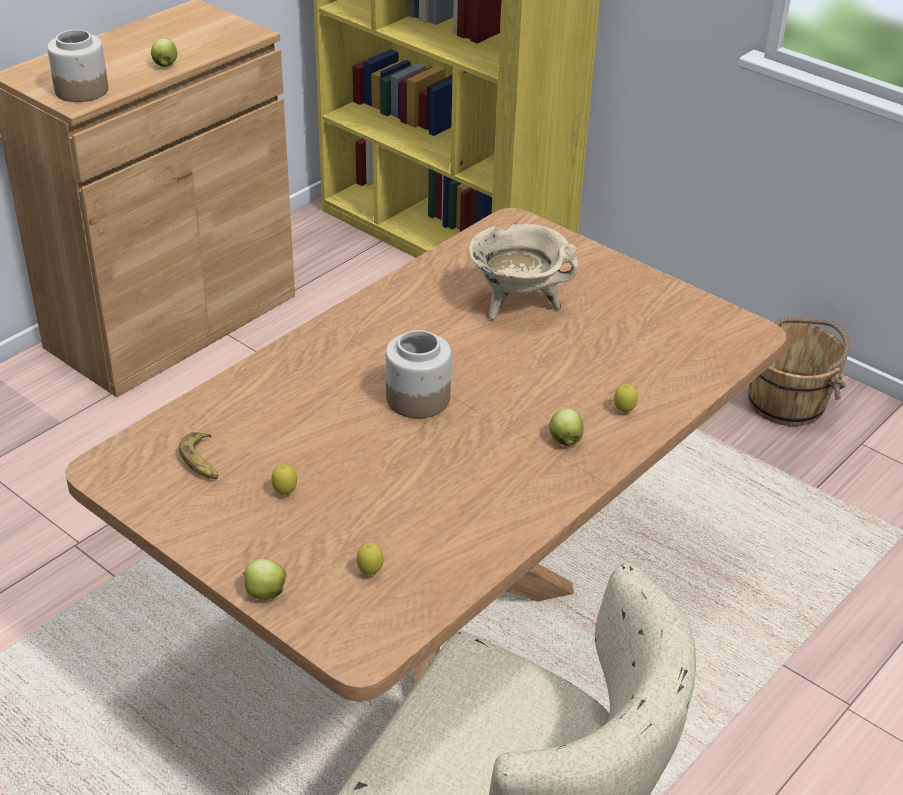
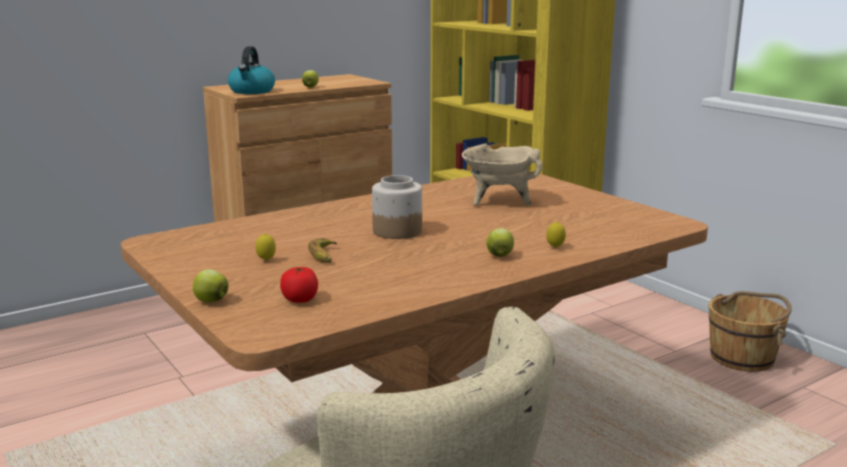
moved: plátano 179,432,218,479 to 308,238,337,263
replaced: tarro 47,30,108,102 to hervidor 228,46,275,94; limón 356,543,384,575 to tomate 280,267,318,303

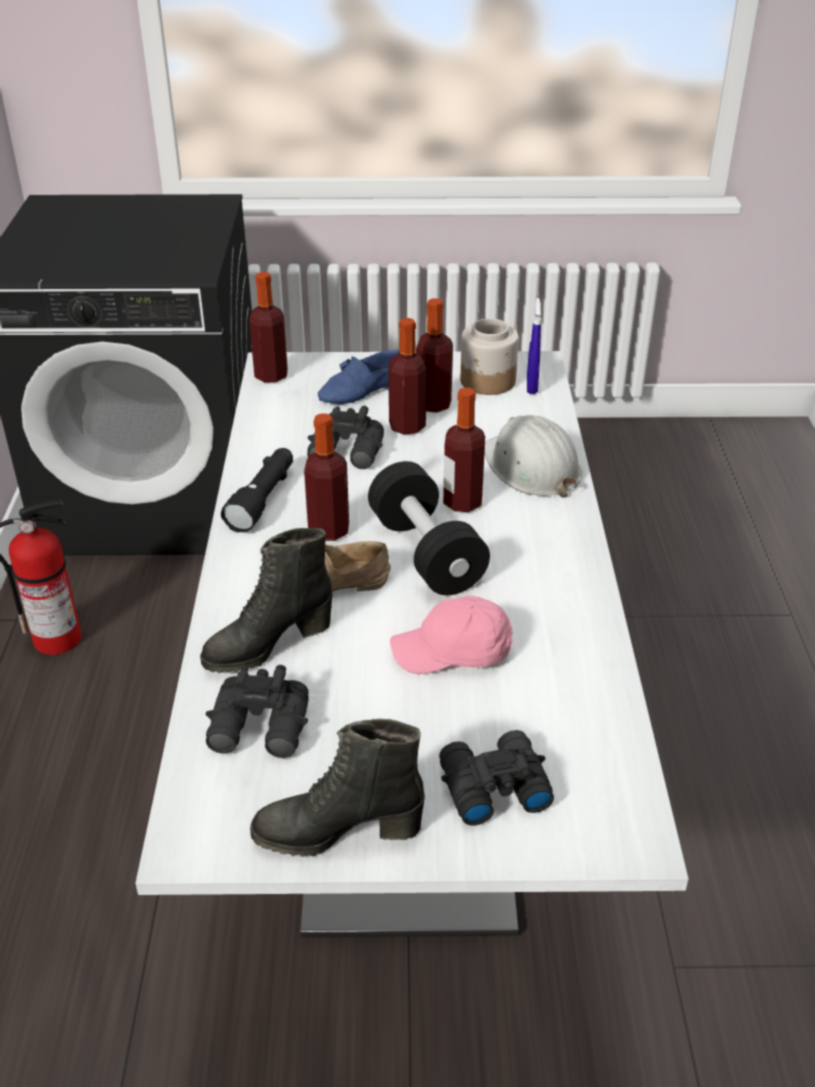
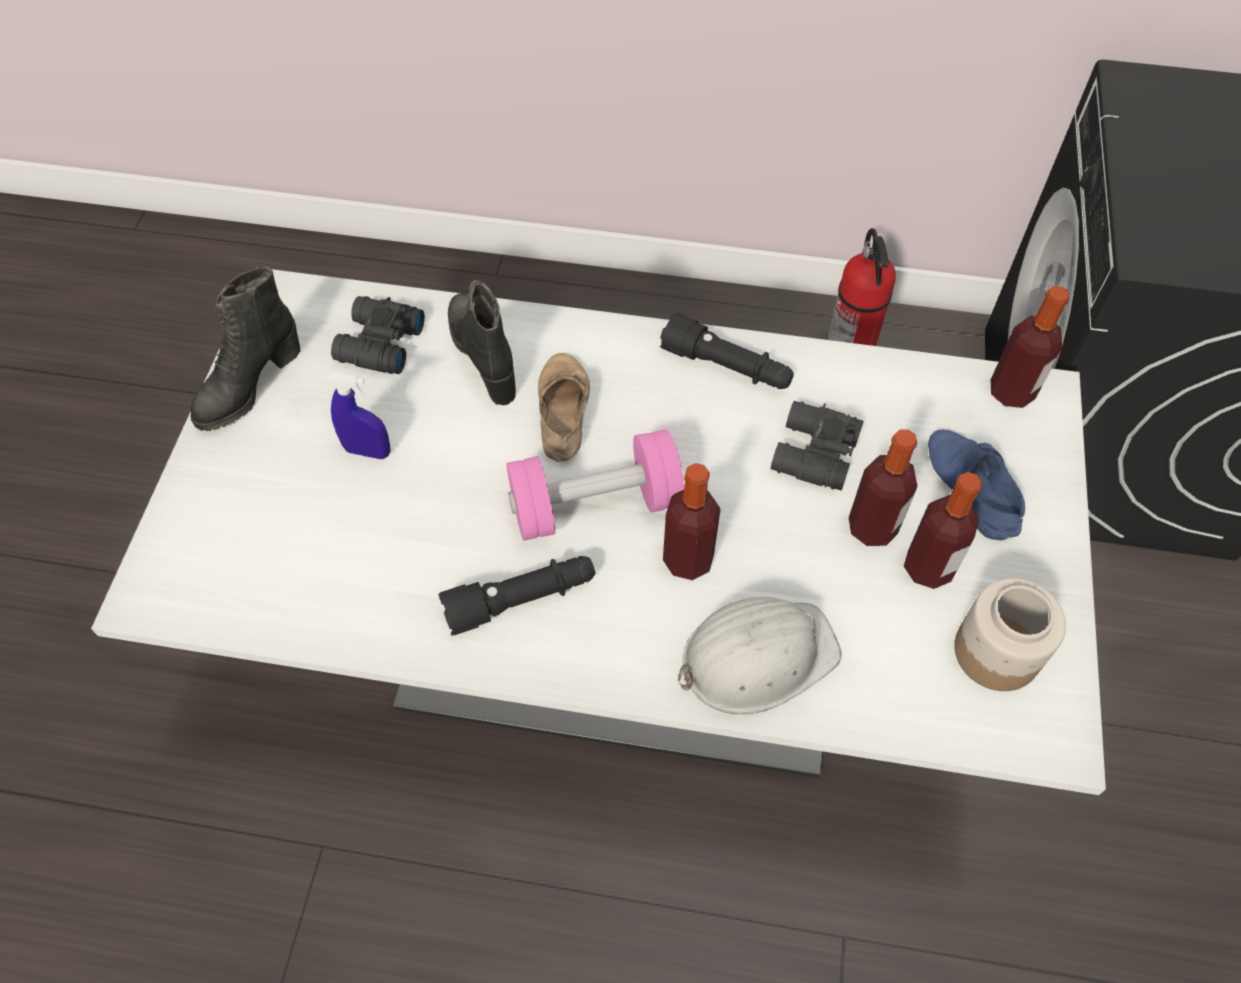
removed: botella 304,413,349,541; gorra [rosa] 390,596,513,674; prismáticos [negro] 439,730,554,826
added: linterna [negro] 438,556,595,636
moved: pulverizador [azul] 527,298,541,394 to 326,372,391,459
recoloured: mancuerna [negro] 368,461,490,595 to mancuerna [rosa] 506,429,684,541
turned: bota [negro] 250,719,425,857 = 191,266,301,431 150 degrees counterclockwise

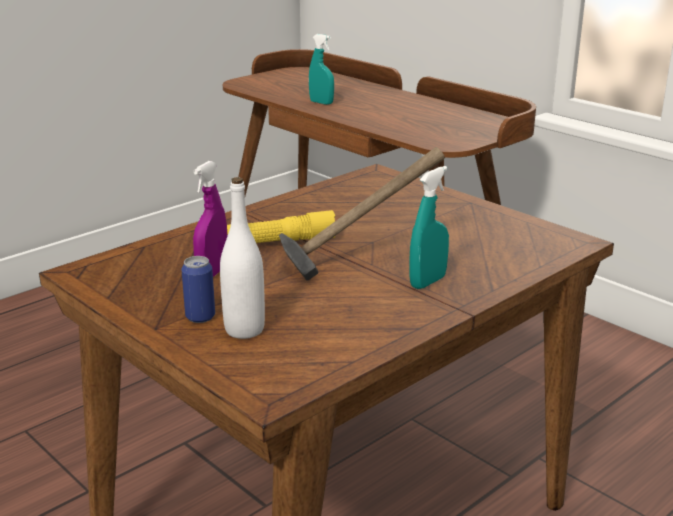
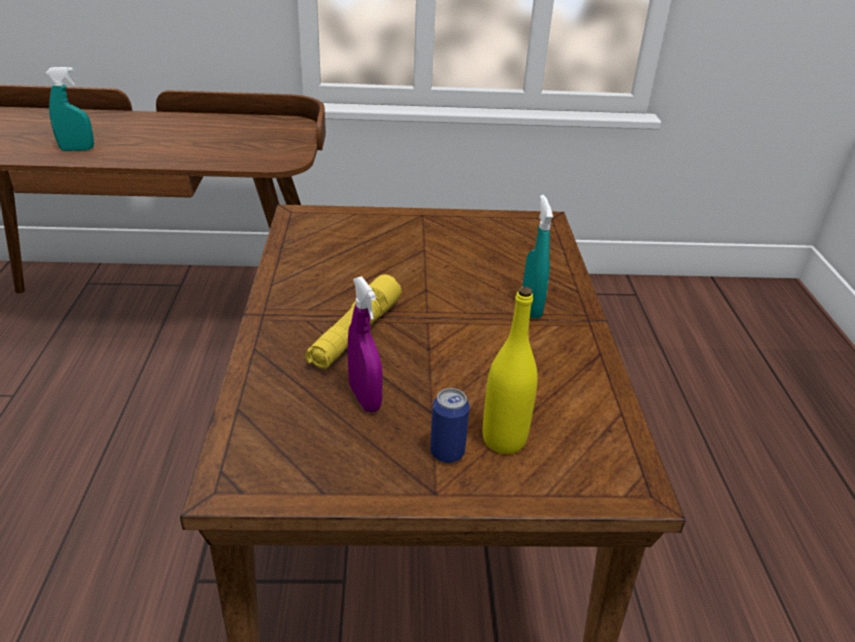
removed: martillo 279,147,445,281
recoloured: botella [blanco] 220,177,265,339 to botella [amarillo] 483,287,538,454

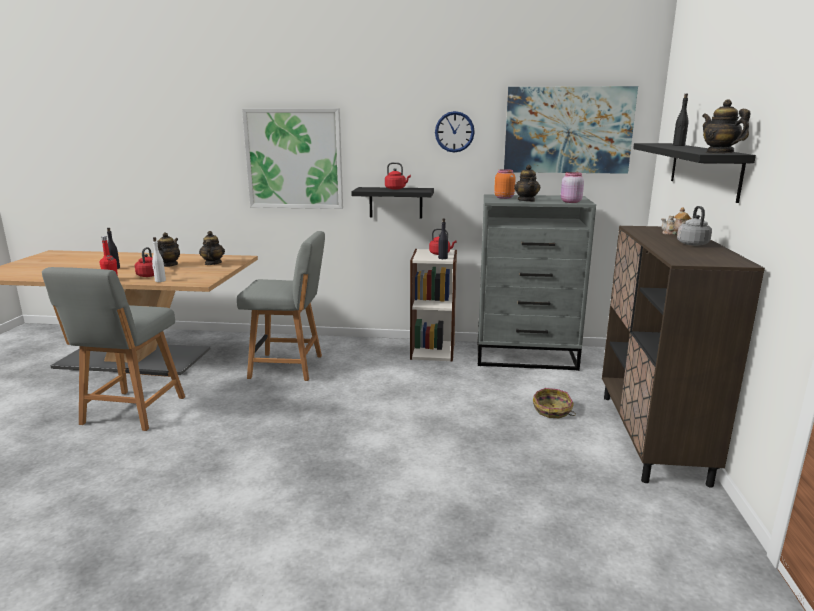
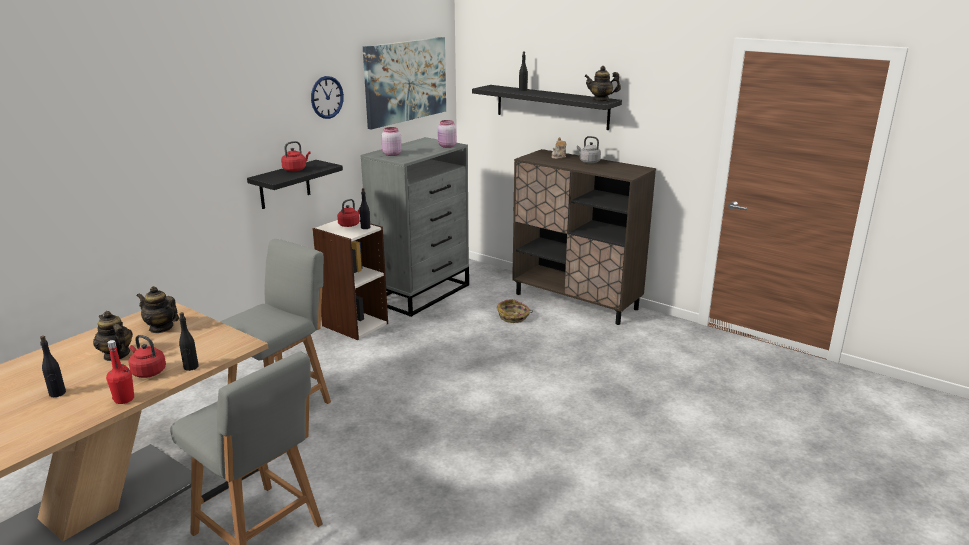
removed: cuadro 242,108,343,209; tetera 514,165,540,202
recoloured: botella [blanco] 152,237,166,282 to botella [negro] 179,312,199,371; tarro [naranja] 494,169,516,199 to tarro [rosa] 381,127,402,156

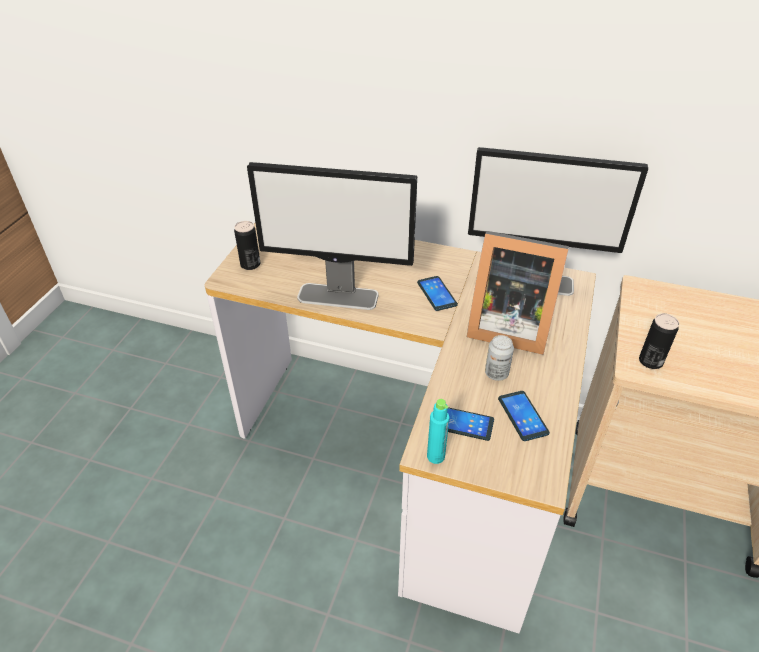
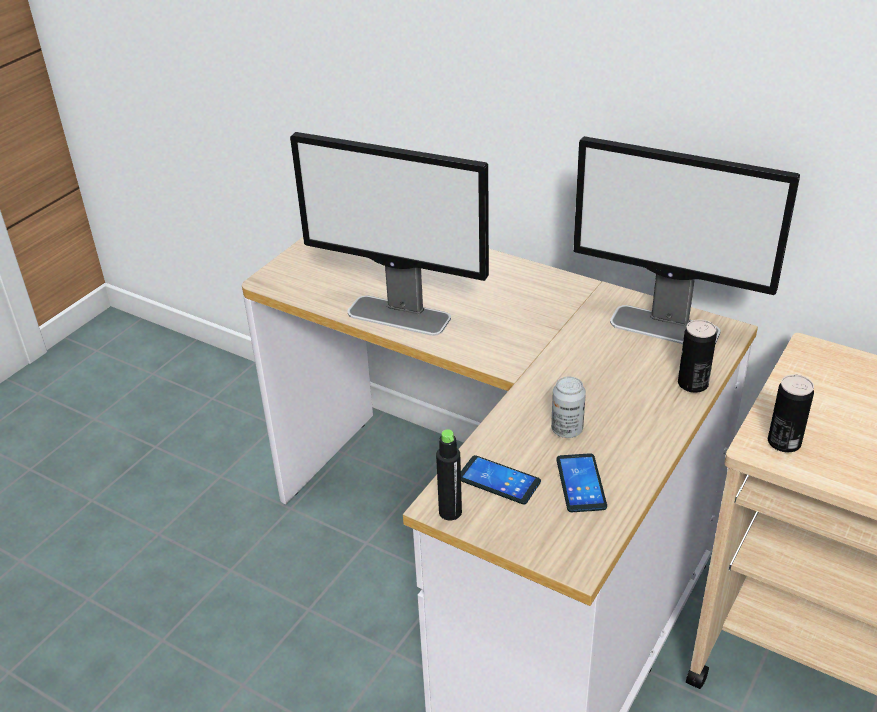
removed: móvil 417,276,458,311; portarretratos 467,231,569,355
moved: lata 234,221,260,270 to 678,319,717,393
recoloured: botella [turquesa] 427,399,449,464 to botella [negro] 436,429,462,520

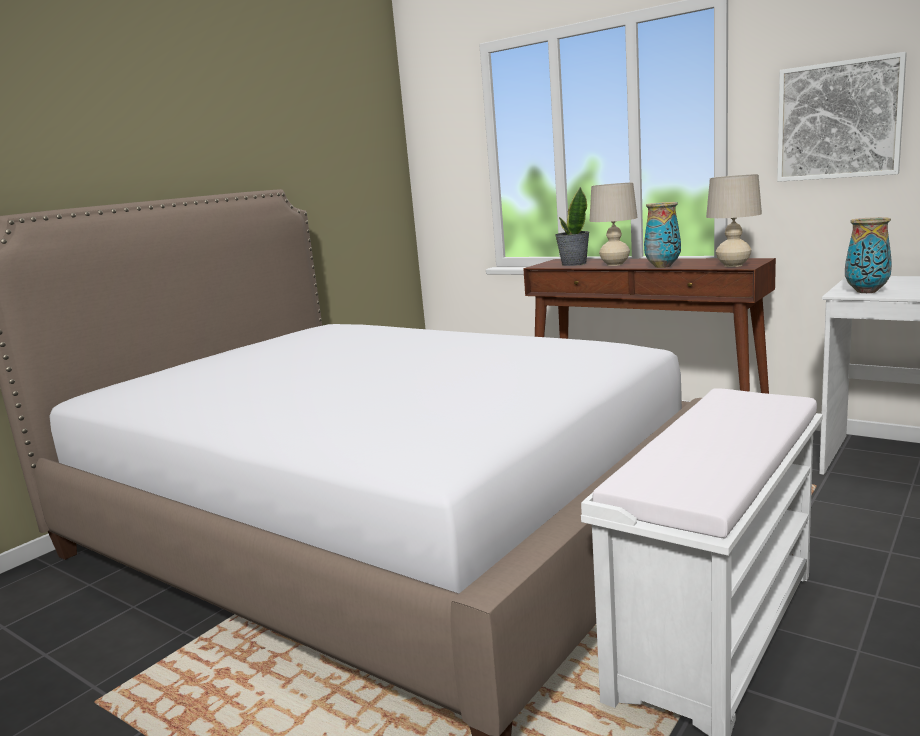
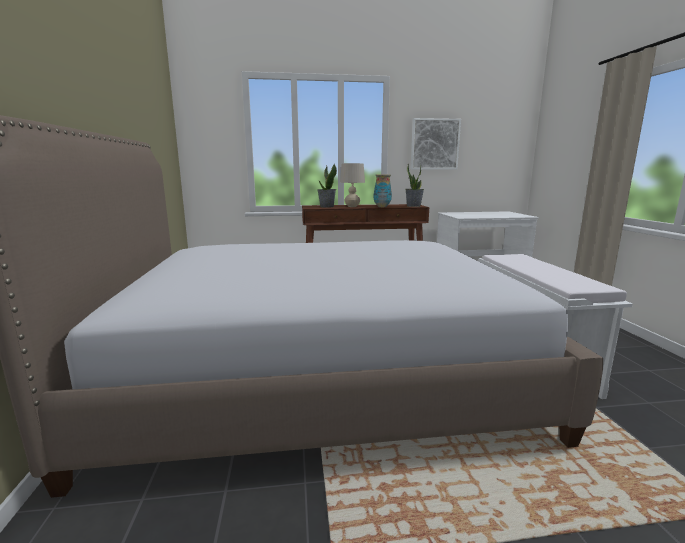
removed: florero 845,217,892,293
replaced: lámpara de mesa [beis] 706,174,762,267 to planta en maceta 406,164,424,207

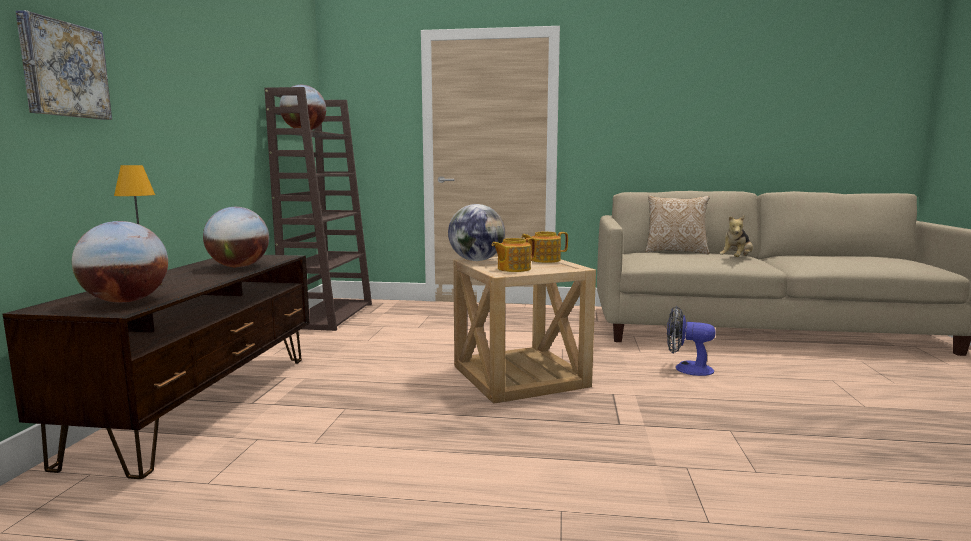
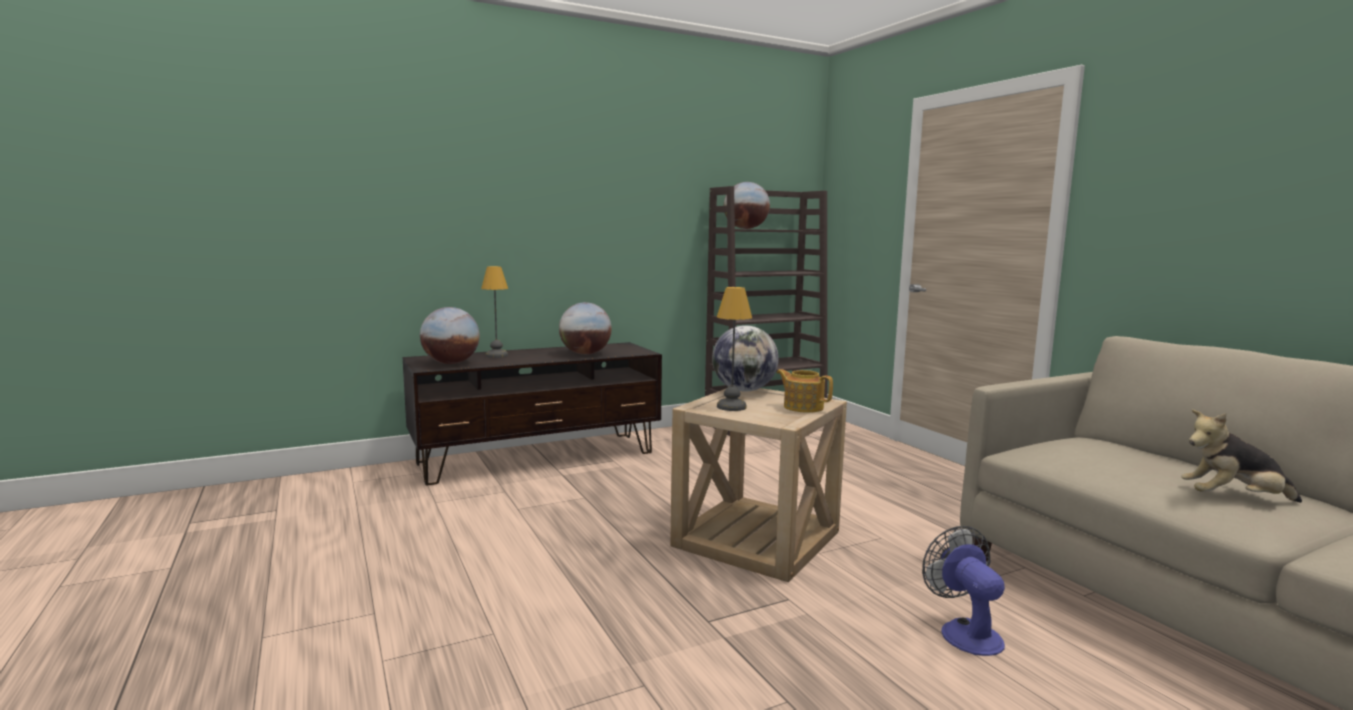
removed: cuadro 16,10,112,120; cojín 645,195,710,254
replaced: tetera 491,238,536,272 to lámpara de mesa 717,287,752,411

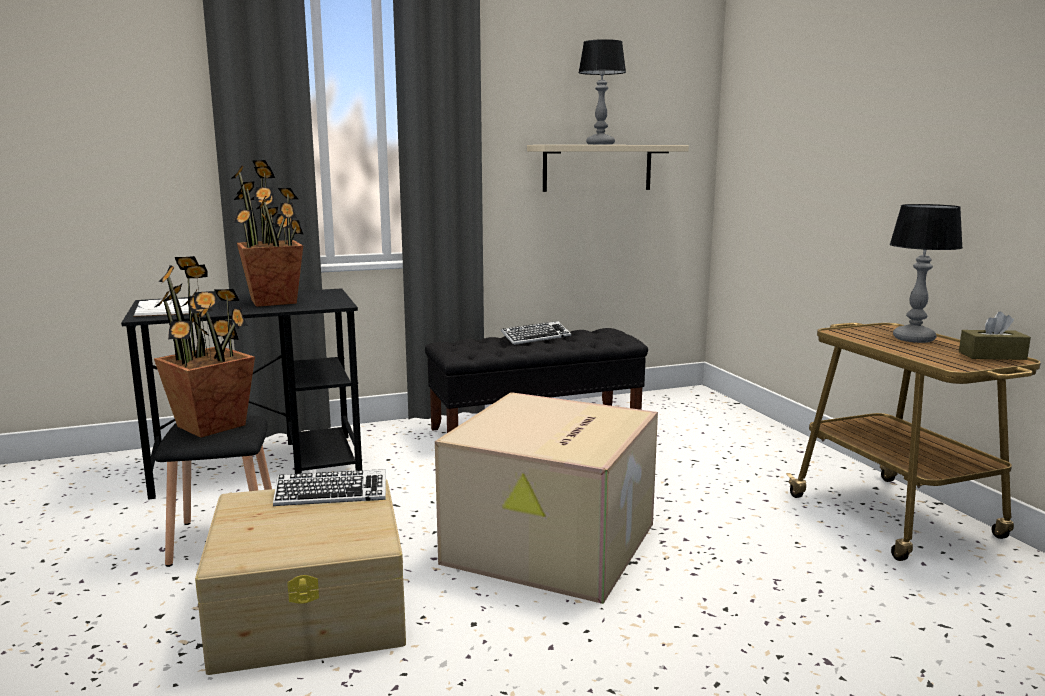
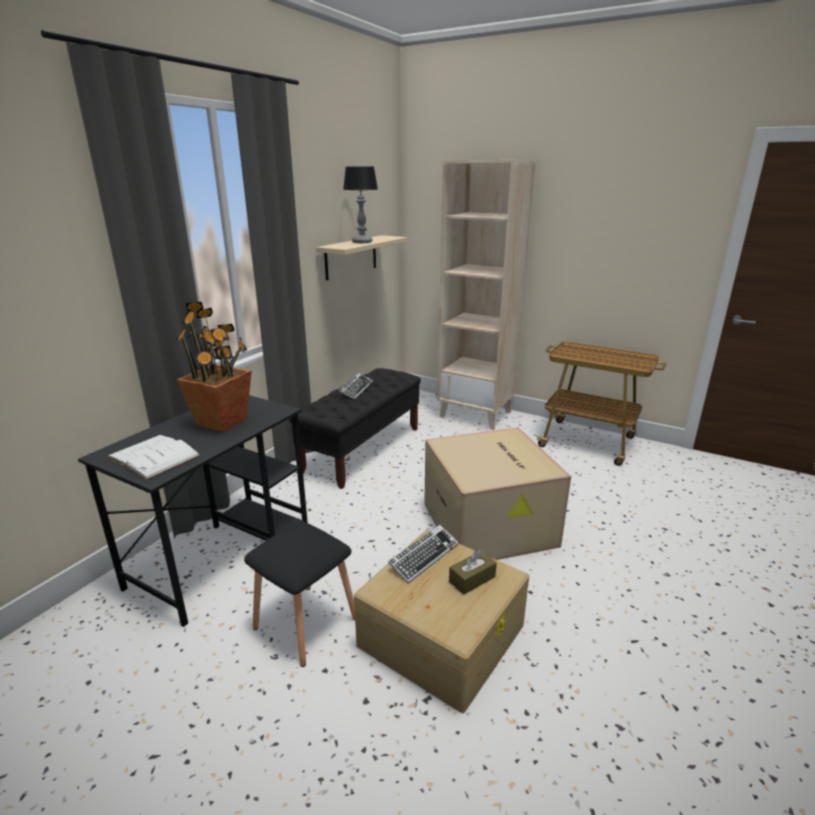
removed: planta en maceta 154,256,255,438; lámpara de mesa 890,204,963,343
added: estantería [beis] 437,160,535,430
moved: caja de pañuelos [marrón] 959,312,1031,360 to 449,550,497,595

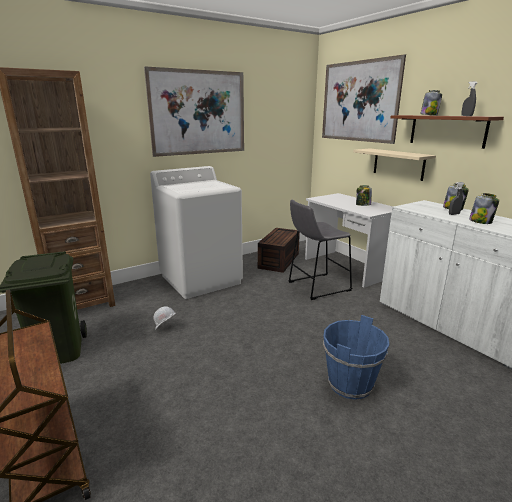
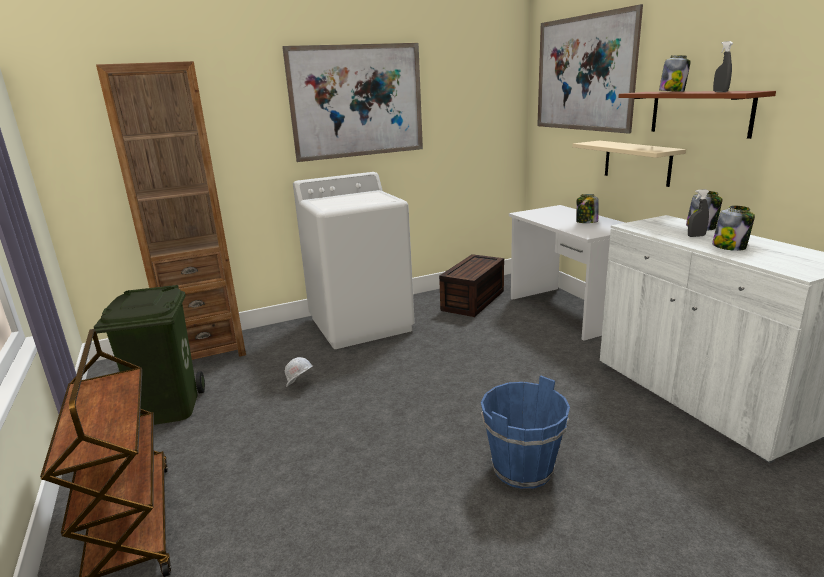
removed: taburete [gris] 288,200,353,300

